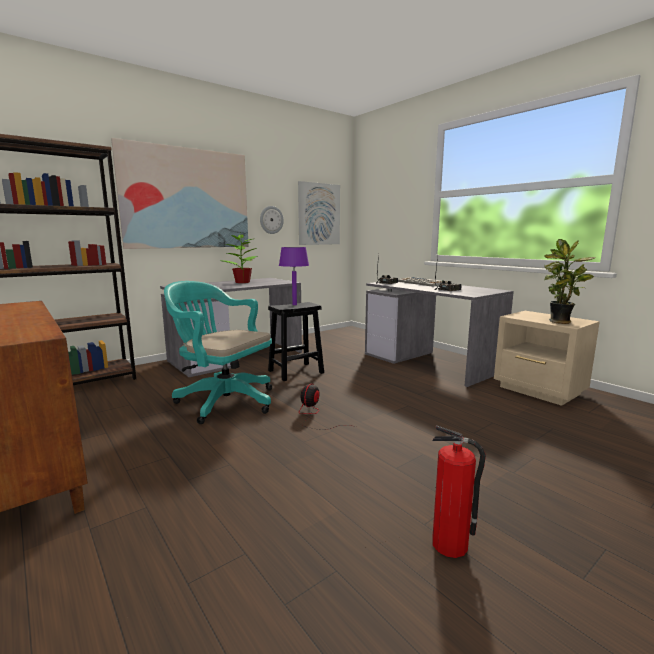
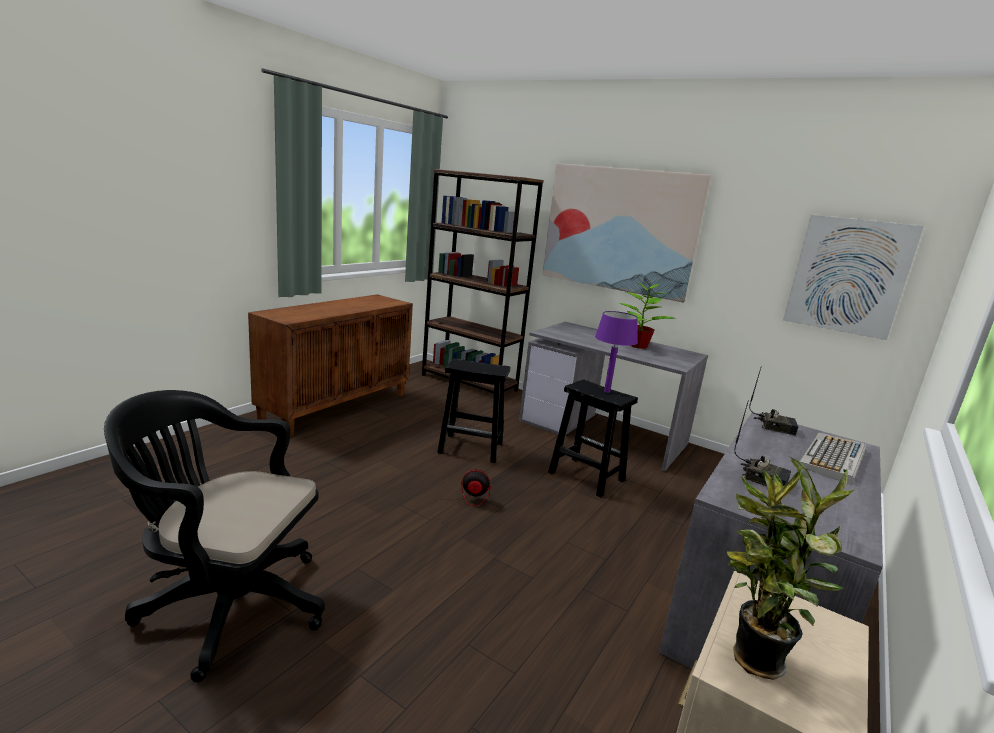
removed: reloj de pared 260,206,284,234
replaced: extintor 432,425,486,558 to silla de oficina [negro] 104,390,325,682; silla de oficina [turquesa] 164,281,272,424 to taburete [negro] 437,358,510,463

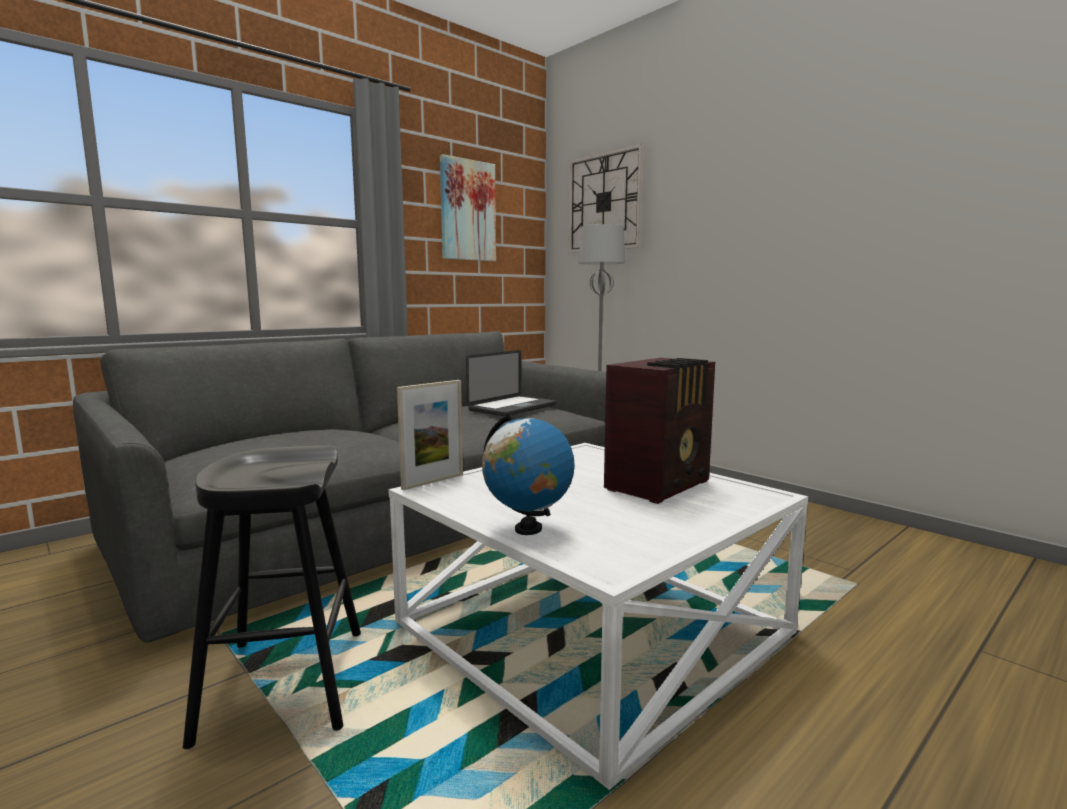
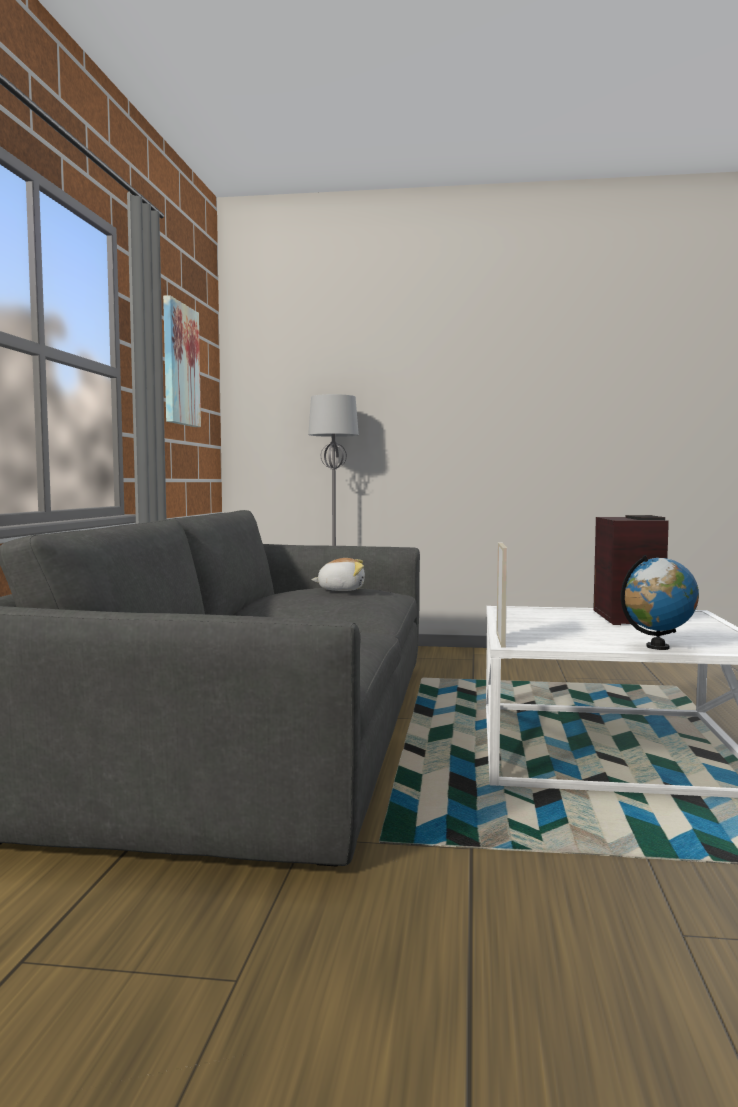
removed: taburete [negro] 183,446,361,749; reloj de pared 568,143,644,253
replaced: portátil 466,350,557,416 to peluche 311,558,365,591

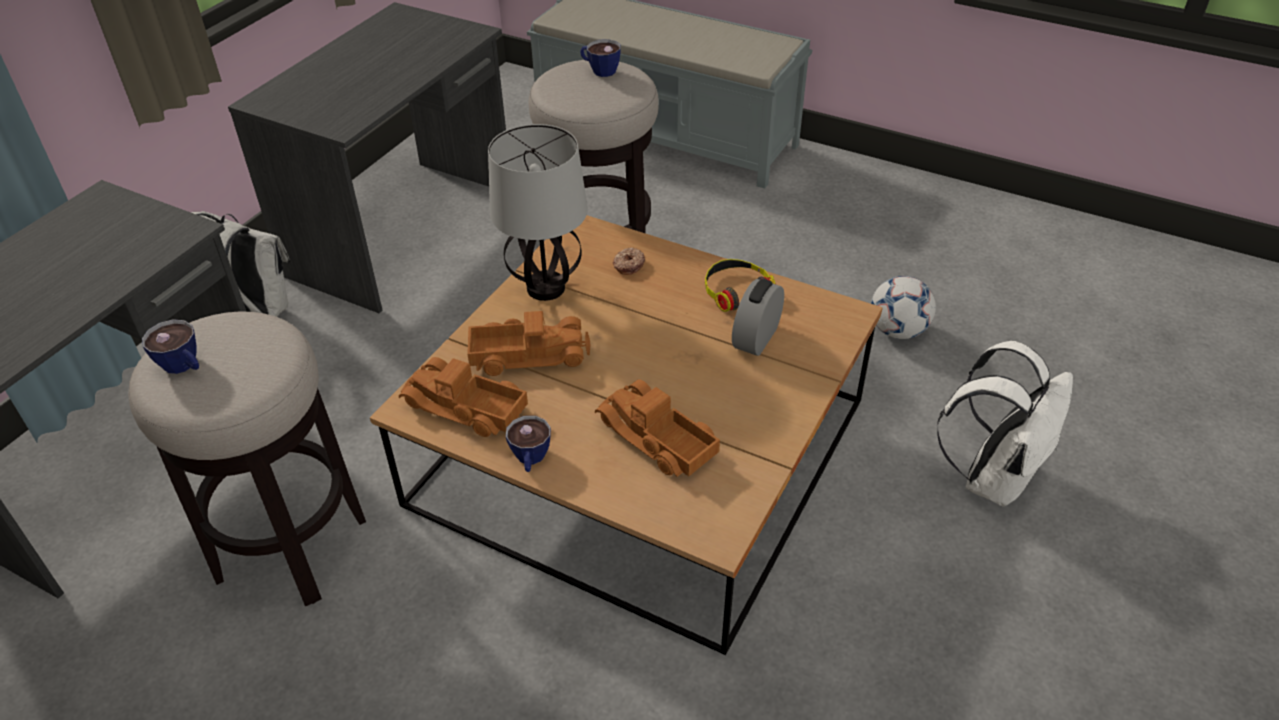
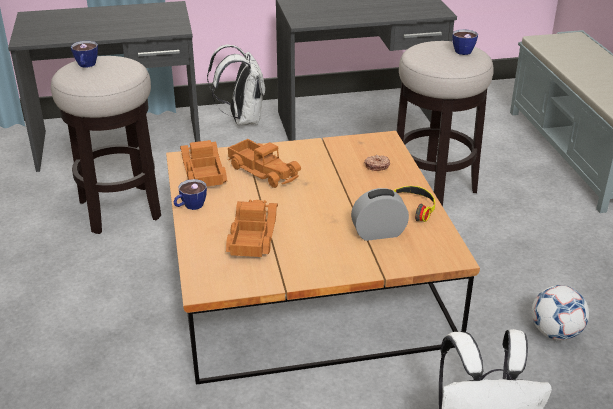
removed: lámpara de mesa 488,124,588,301

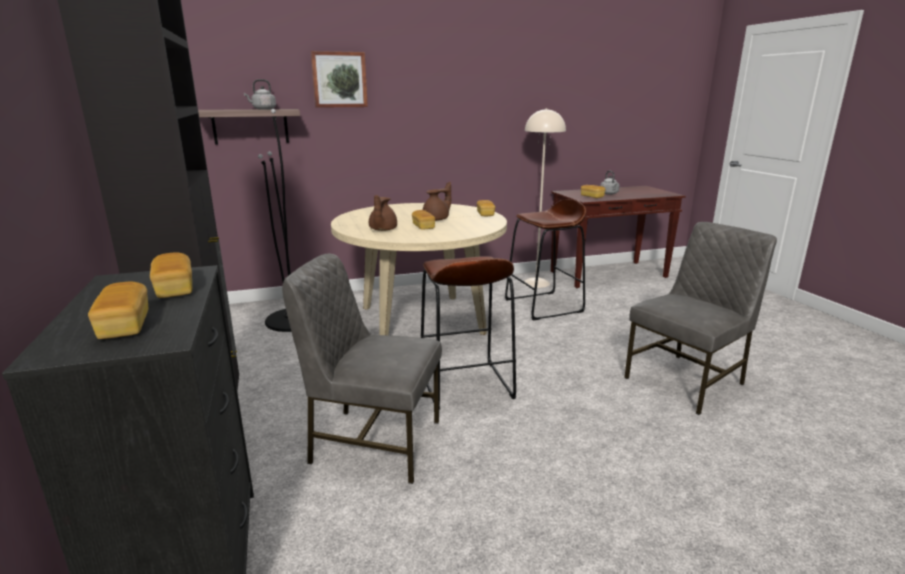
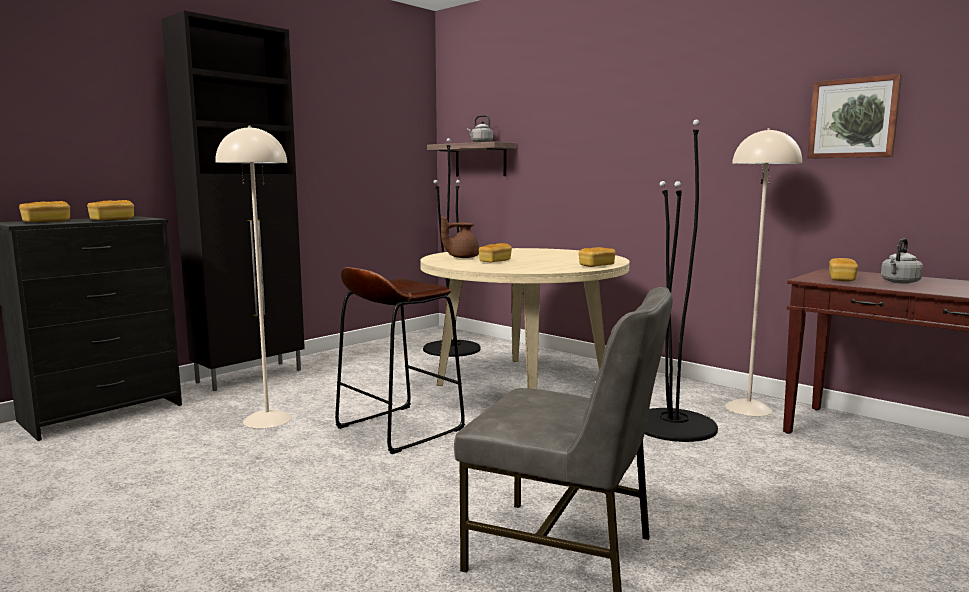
removed: tetera [marrón] 423,182,451,221
moved: cuadro 311,51,368,108 to 807,74,902,159
replaced: silla [gris] 282,254,442,484 to lámpara de pie [beis] 215,126,292,428; taburete [marrón] 505,199,586,320 to lámpara de pie [negro] 645,119,718,442

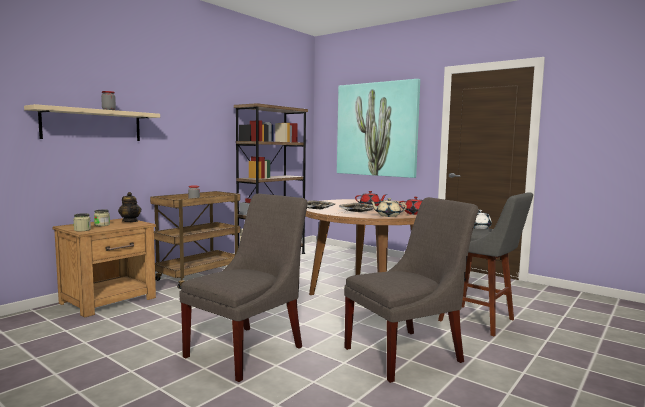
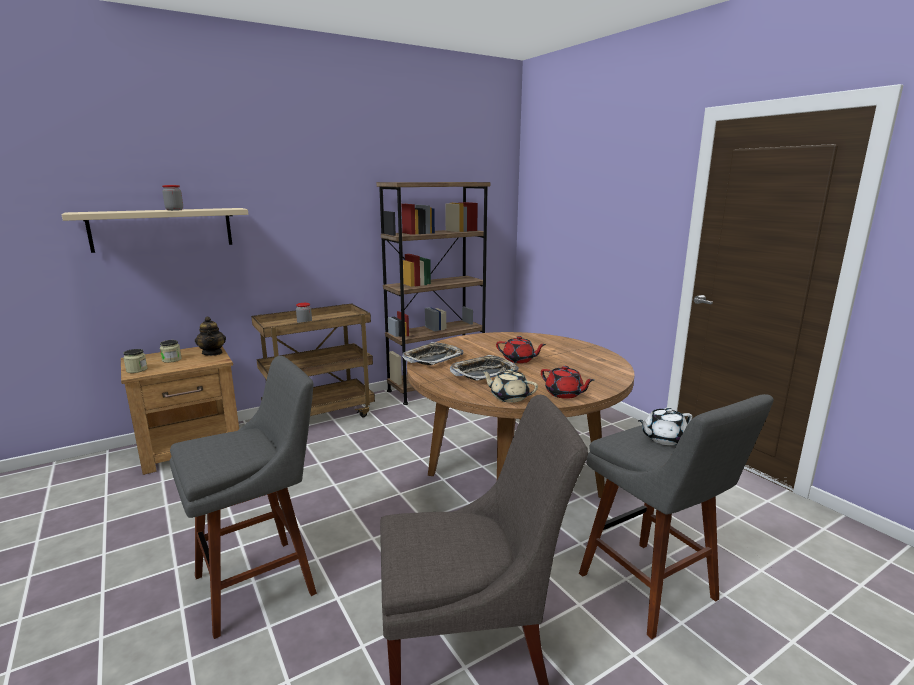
removed: cuadro 337,79,420,178
replaced: silla [gris] 180,194,308,382 to taburete [gris] 170,356,317,639

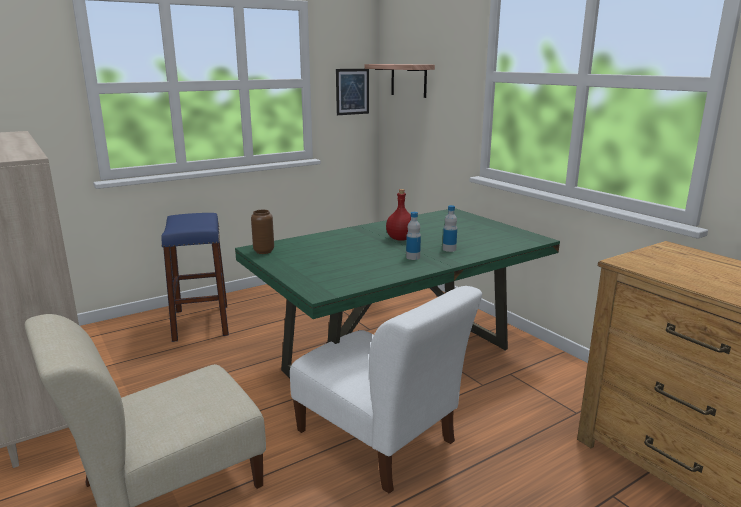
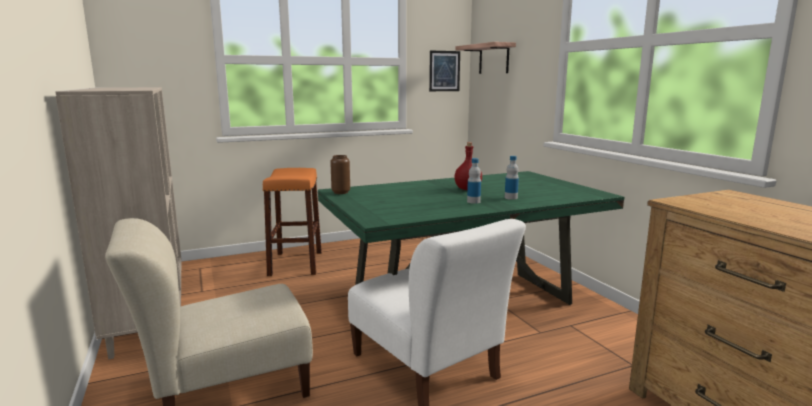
recoloured: taburete [azul] 161,213,229,342 to taburete [naranja] 262,168,322,276

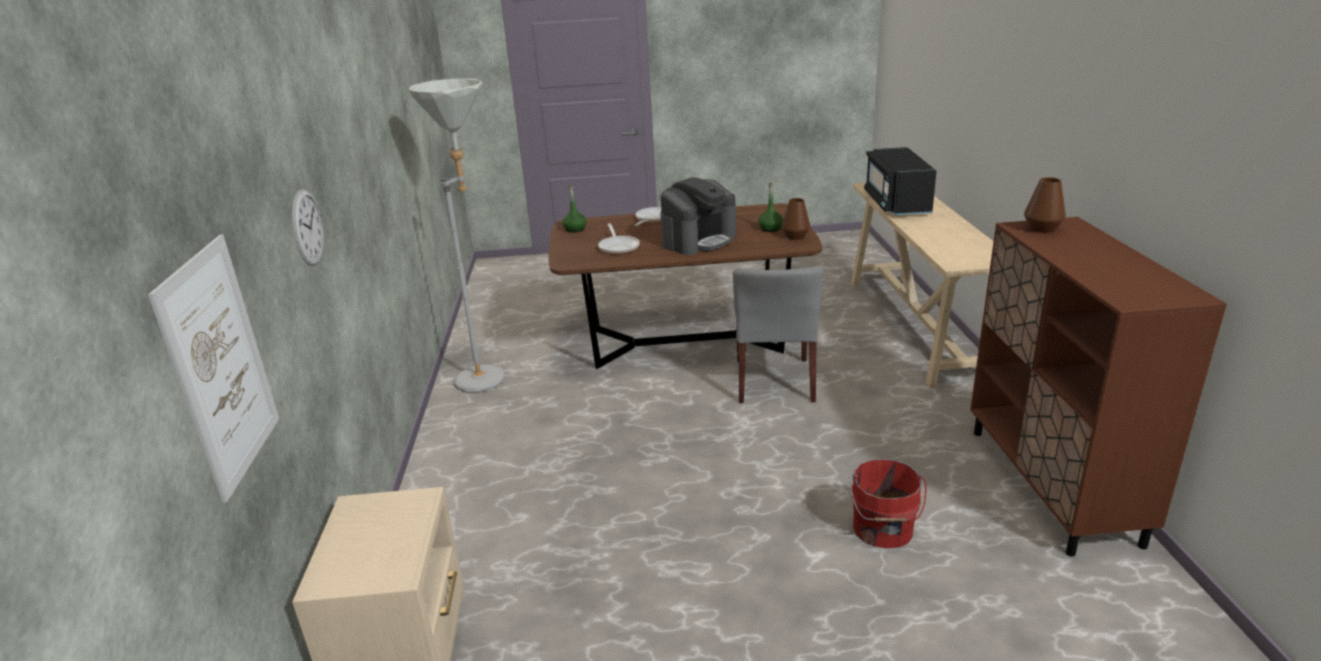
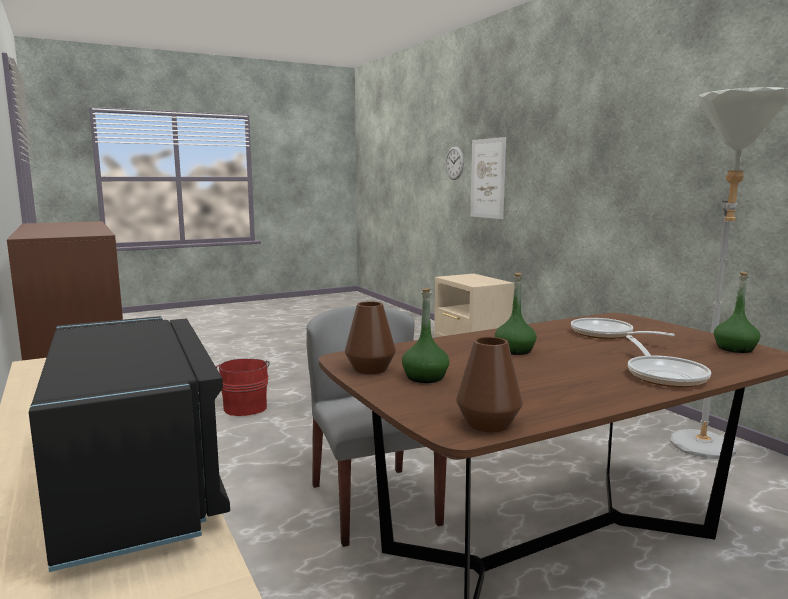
moved: reloj de pared 292,189,324,266 to 445,147,464,180; florero [marrón] 1024,177,1066,233 to 456,337,523,433
replaced: cafetera 660,177,736,255 to botella [verde] 495,273,537,355

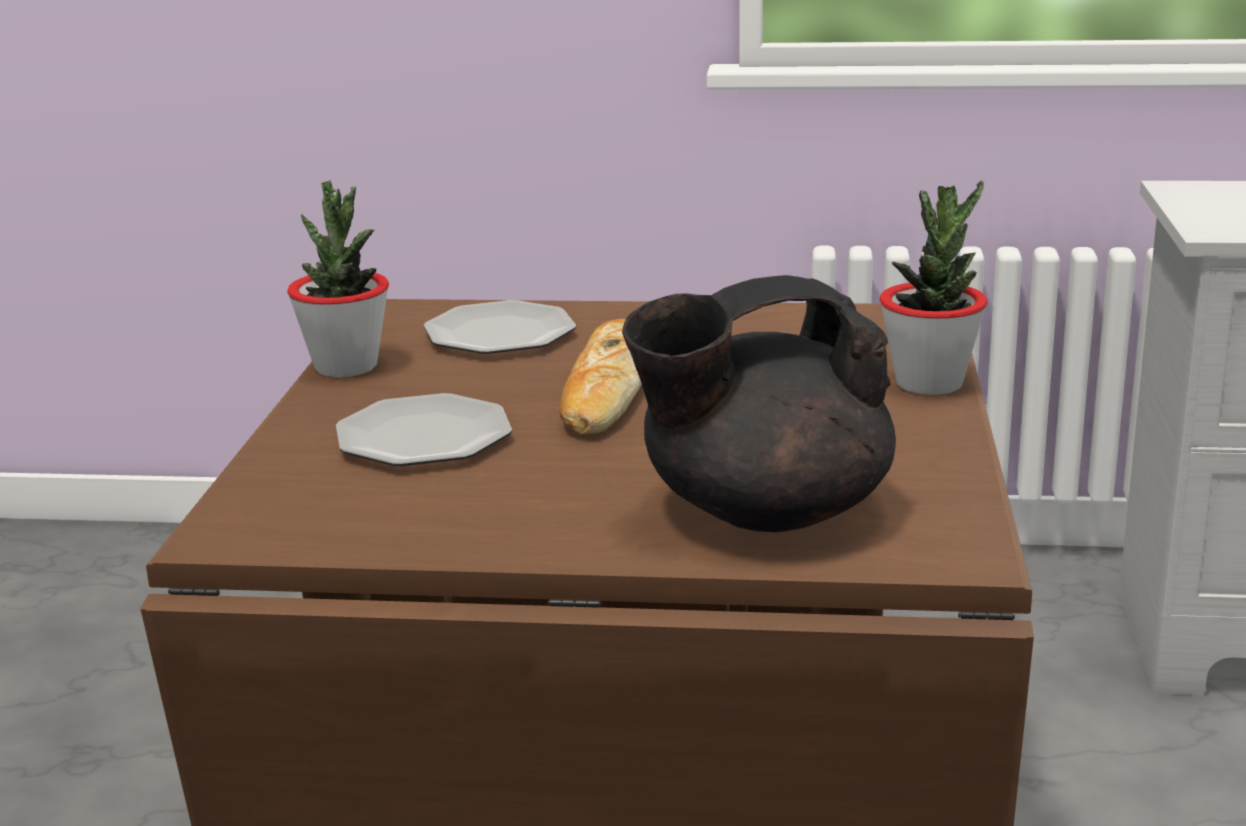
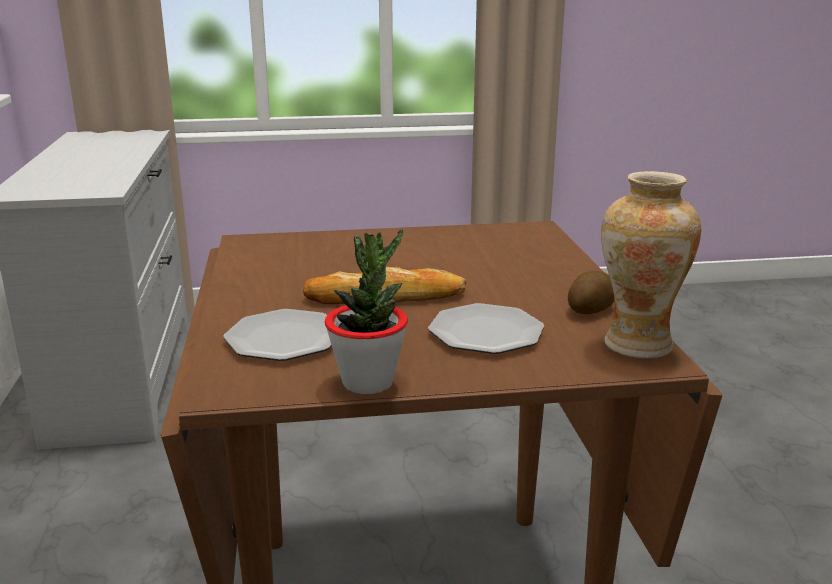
removed: tetera [negro] 622,275,896,532; planta en maceta 879,180,987,395
added: patata 568,271,614,314; florero 601,171,701,358

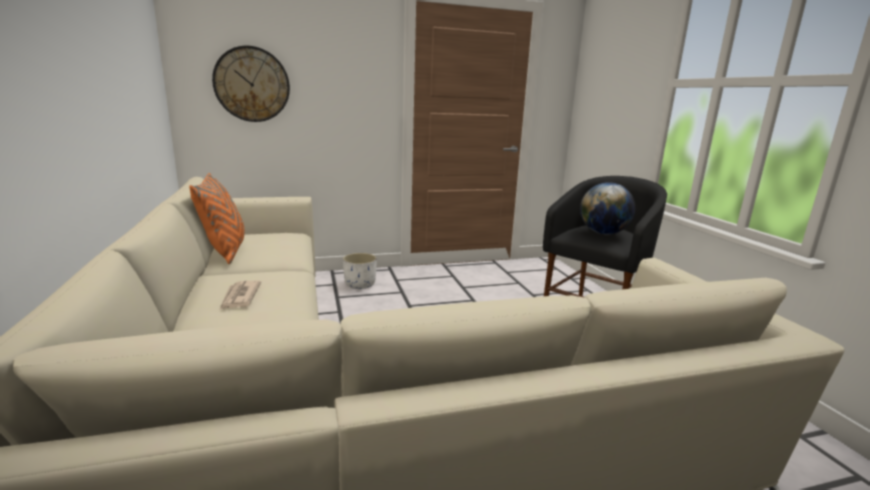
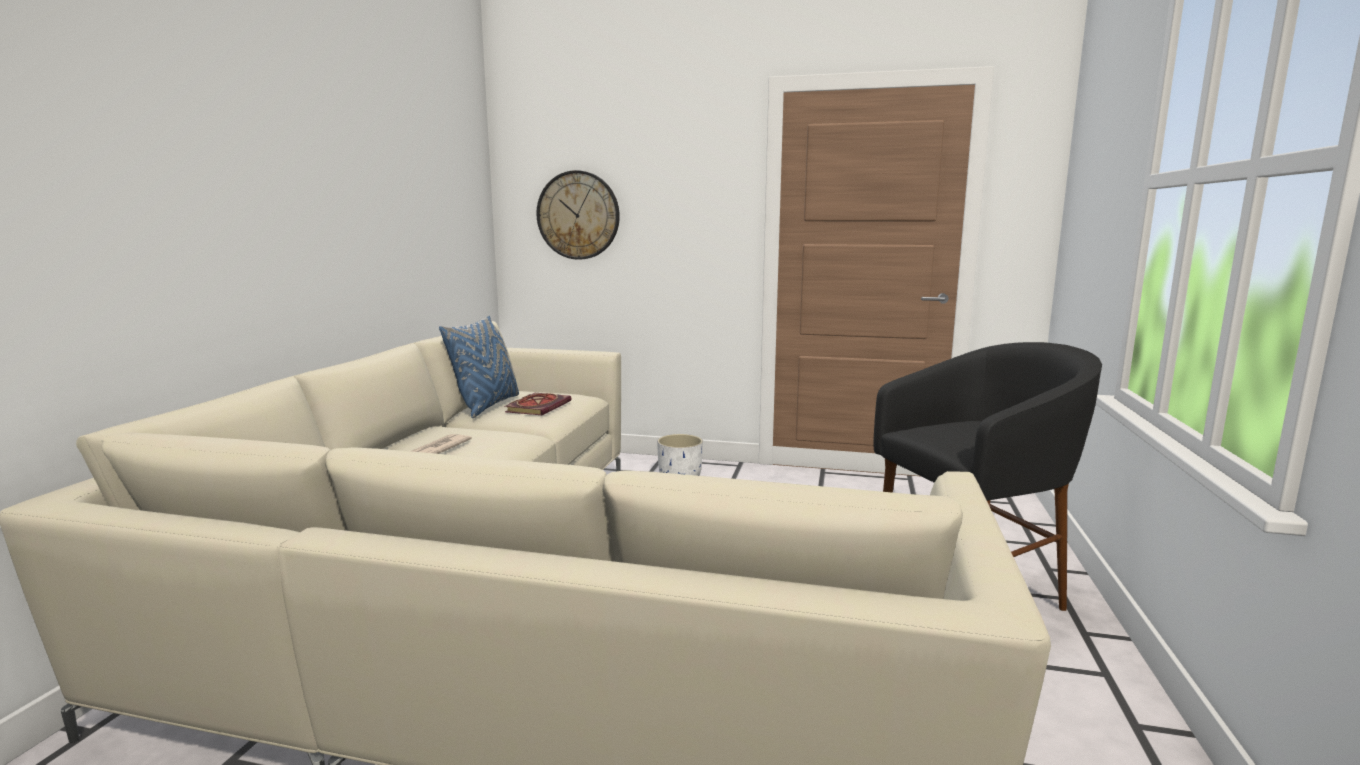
removed: globo terráqueo 580,182,635,235
added: libro 504,393,572,415
recoloured: cojín [naranja] 189,173,244,264 to cojín [azul] 439,316,519,418

